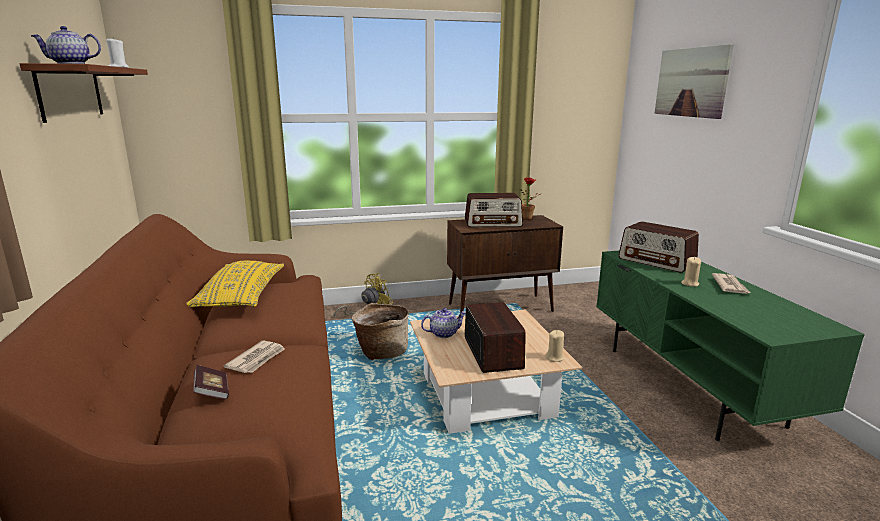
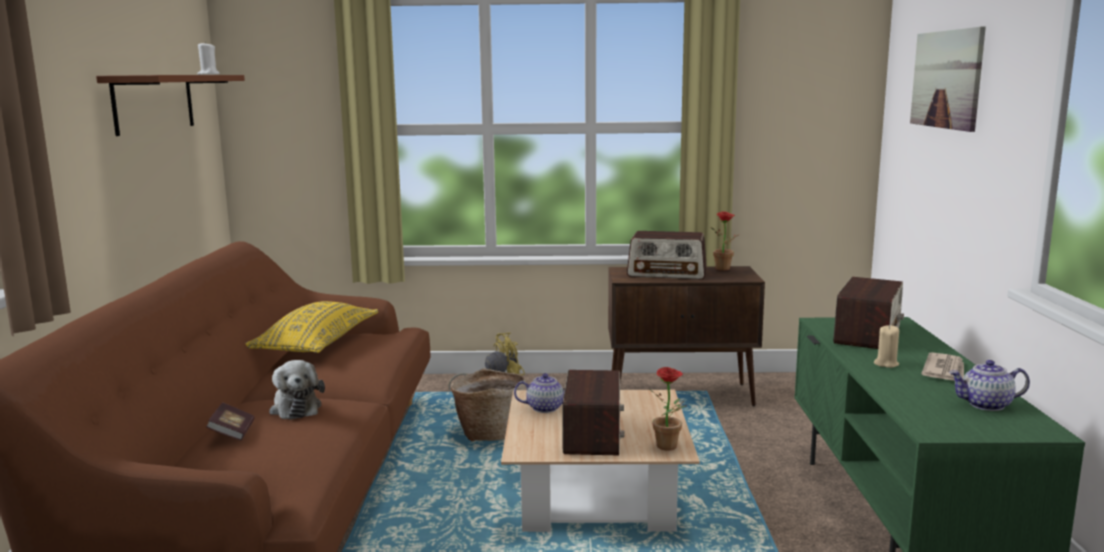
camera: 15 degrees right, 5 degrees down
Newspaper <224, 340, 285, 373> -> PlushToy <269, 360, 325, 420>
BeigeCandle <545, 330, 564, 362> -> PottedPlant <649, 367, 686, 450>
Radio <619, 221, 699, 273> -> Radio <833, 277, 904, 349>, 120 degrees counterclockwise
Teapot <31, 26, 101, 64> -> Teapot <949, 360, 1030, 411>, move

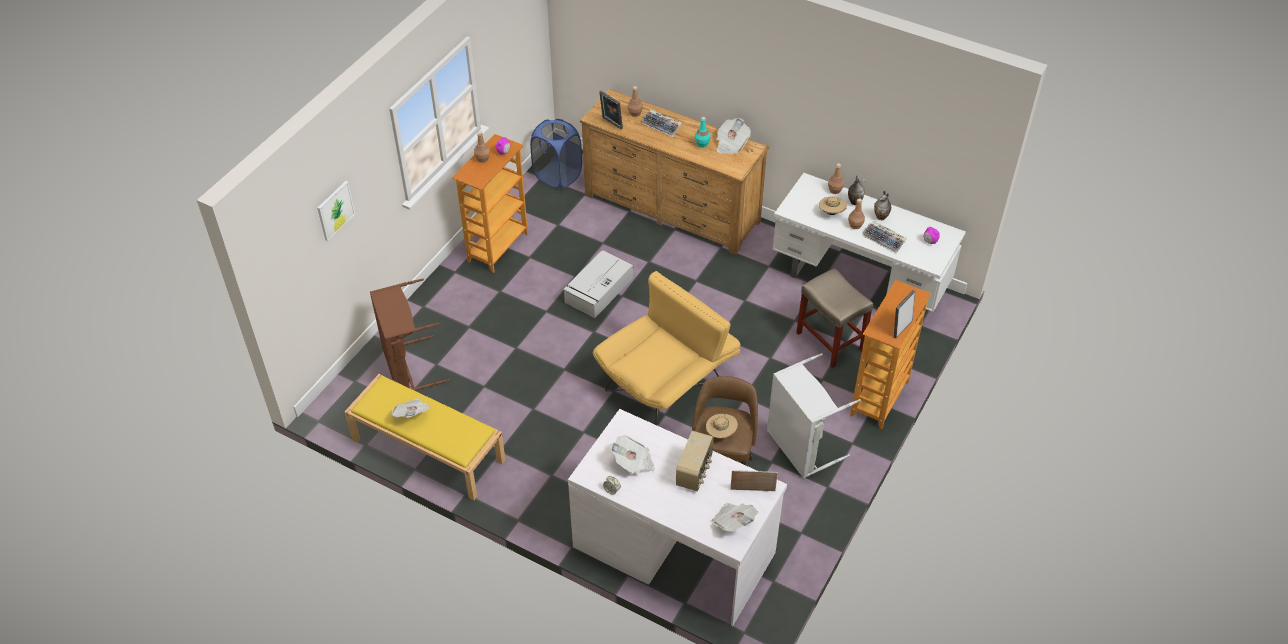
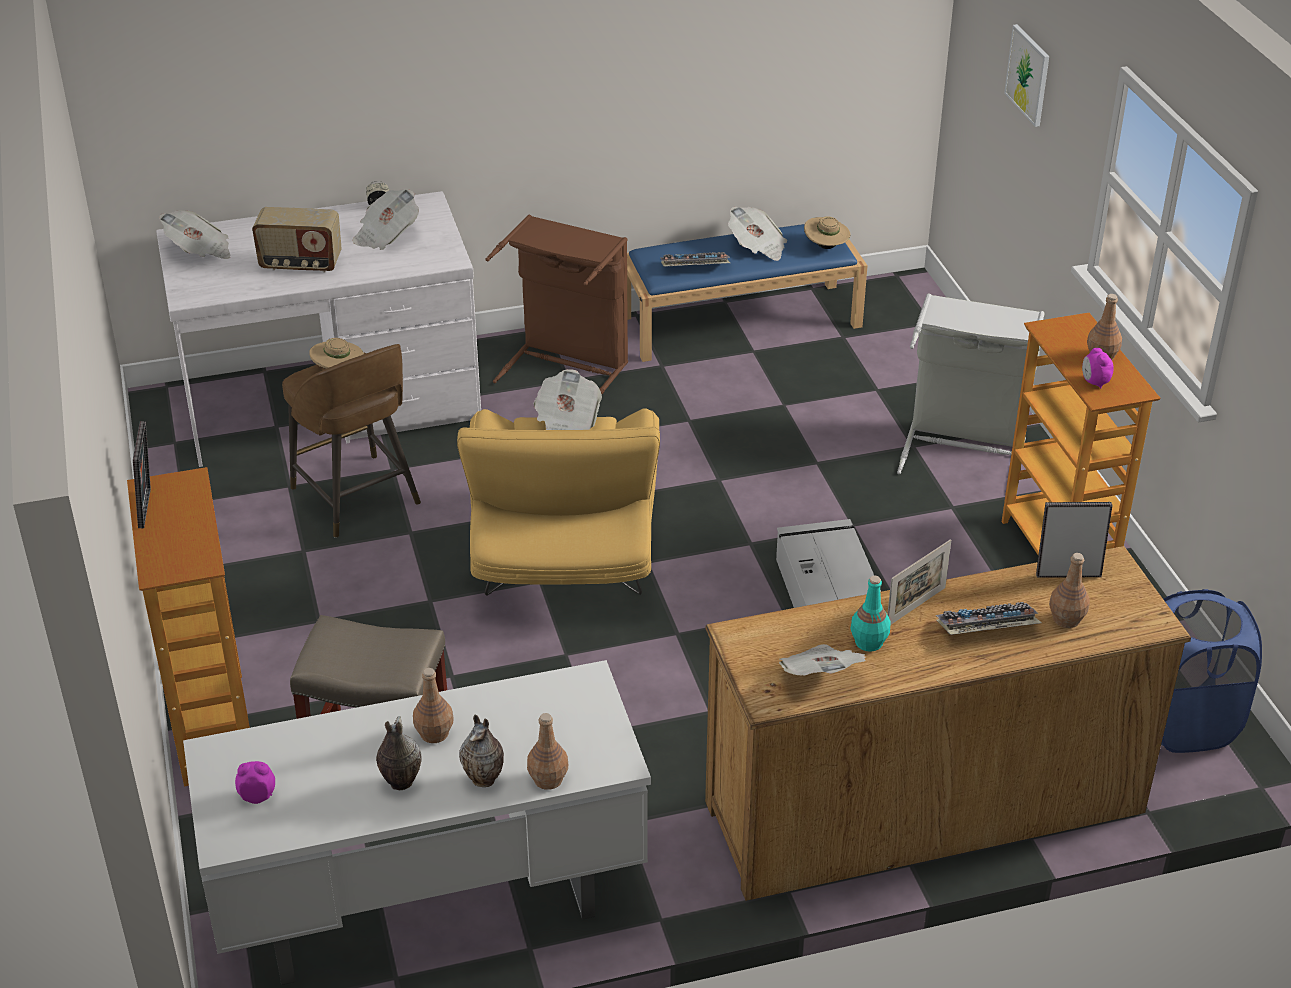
camera: 135 degrees right, 10 degrees down
Radio <676, 431, 714, 491> -> Radio <252, 207, 342, 273>, 60 degrees counterclockwise
BrownLaundryBasket <370, 278, 449, 391> -> BrownLaundryBasket <486, 214, 628, 394>, move
none -> Newspaper <534, 369, 602, 430>
YellowBench <345, 374, 505, 501> -> BlueBench <627, 224, 868, 362>
Keyboard <863, 221, 907, 253> -> Keyboard <660, 252, 730, 267>, move
BeigeHat <819, 196, 847, 215> -> BeigeHat <804, 216, 850, 249>, move
PictureFrame <730, 470, 778, 491> -> PictureFrame <887, 539, 951, 625>, move
GreyLaundryBasket <767, 353, 861, 478> -> GreyLaundryBasket <897, 294, 1045, 474>, move

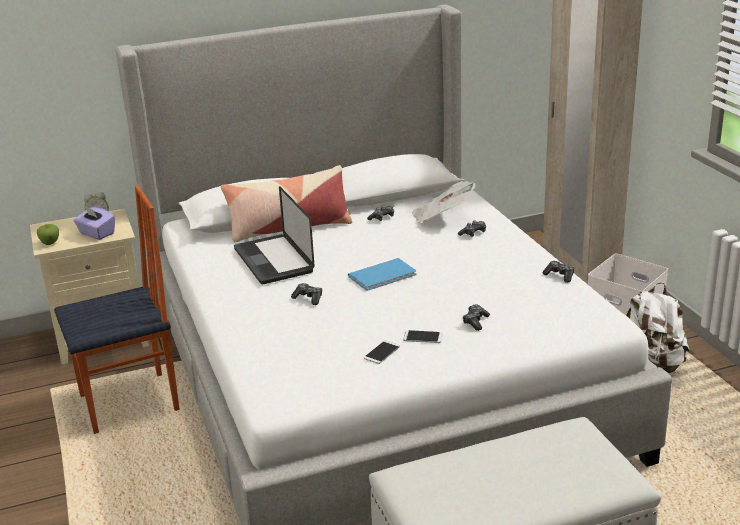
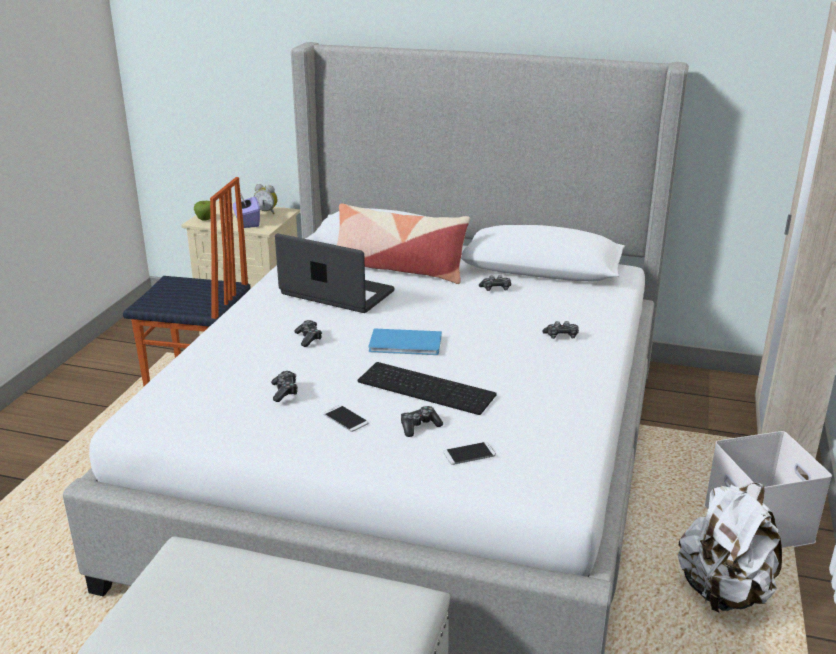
camera: 35 degrees right, 0 degrees up
GameController <542, 261, 574, 283> -> GameController <271, 371, 298, 402>, move
Laptop <234, 186, 315, 284> -> Laptop <275, 233, 394, 313>, 105 degrees clockwise
none -> Keyboard <358, 362, 497, 415>
Phone <364, 341, 400, 364> -> Phone <443, 442, 496, 465>, move
Newspaper <412, 181, 476, 223> -> none

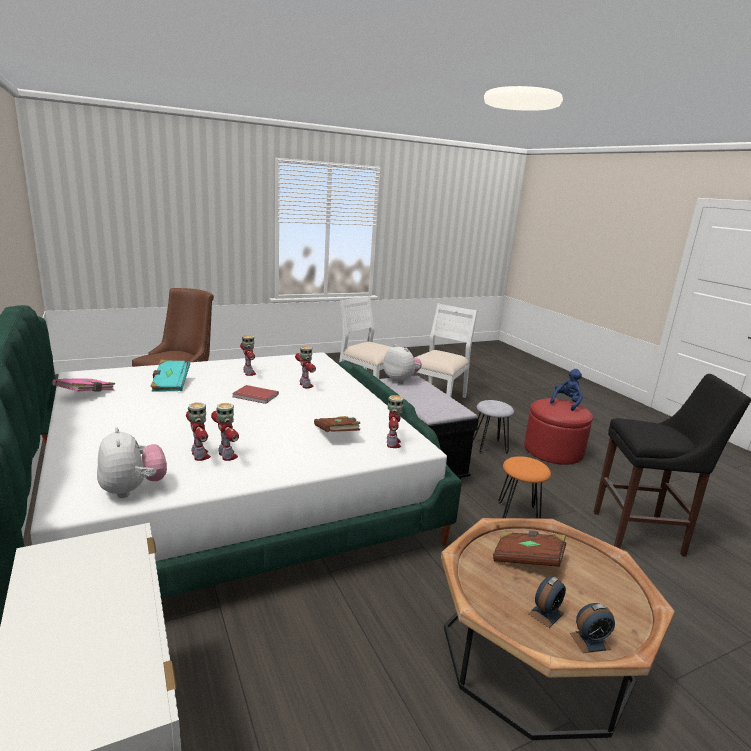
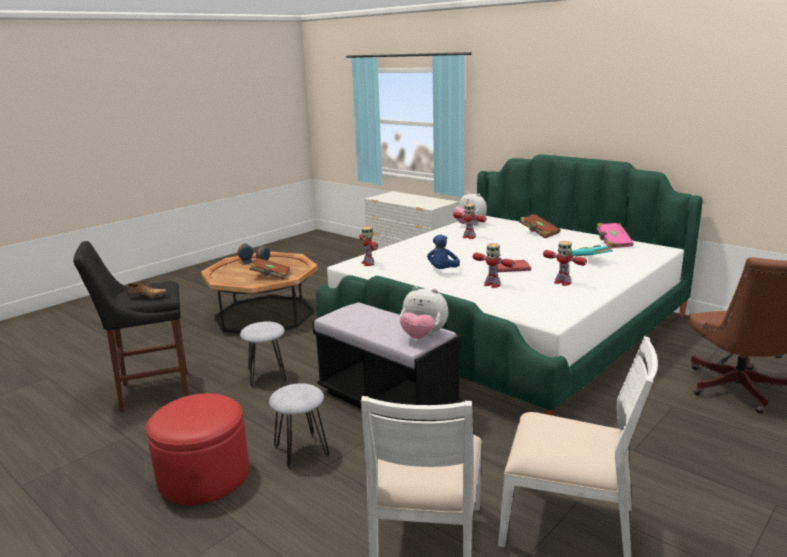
camera: 160 degrees right, 0 degrees up
none -> Shoe <126, 282, 168, 298>
OrangeStool <498, 456, 551, 519> -> GreyStool <240, 321, 287, 388>
BluePlushToy <550, 369, 583, 411> -> BluePlushToy <427, 235, 460, 269>, move
BrownBook <314, 416, 360, 432> -> BrownBook <519, 214, 561, 238>, move
ToyRobot <211, 403, 239, 461> -> none

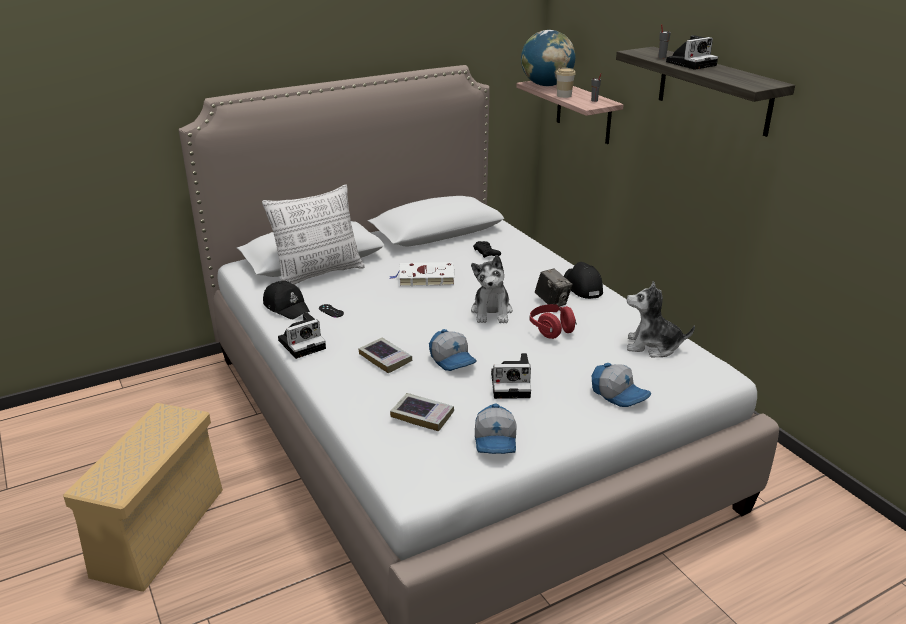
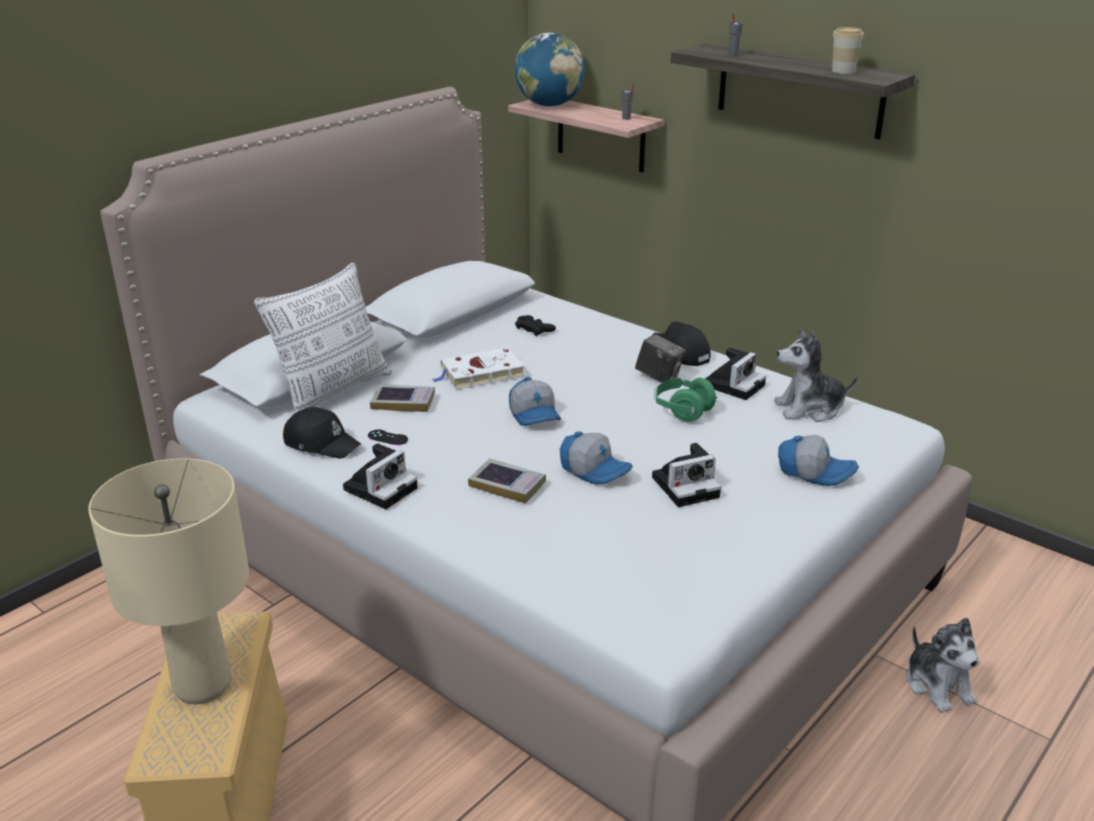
camera: 20 degrees left, 0 degrees up
none -> BeigeTableLamp <88, 458, 249, 704>
Book <390, 393, 454, 431> -> Book <370, 384, 435, 412>, move
Cap <475, 403, 517, 454> -> Cap <509, 377, 561, 426>, move
RedHeadphones <529, 304, 577, 339> -> GreenHeadphones <654, 378, 717, 421>
PhotoCamera <666, 35, 718, 70> -> PhotoCamera <705, 348, 766, 400>, move
Cup <556, 68, 576, 98> -> Cup <832, 27, 864, 74>, move
PlushToy <471, 255, 513, 323> -> PlushToy <906, 617, 979, 713>, move

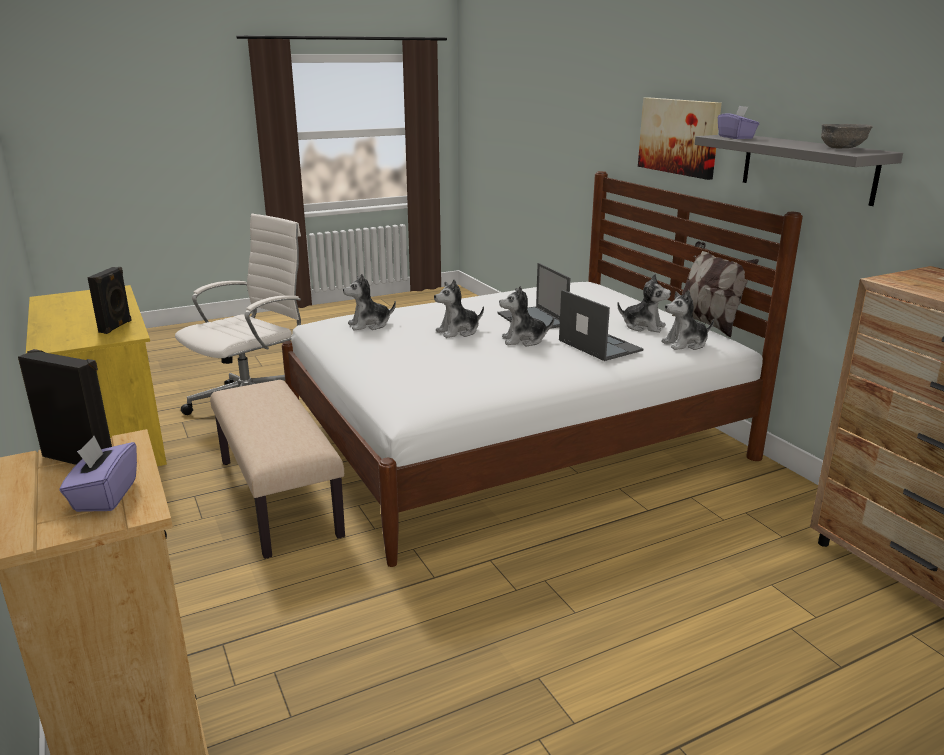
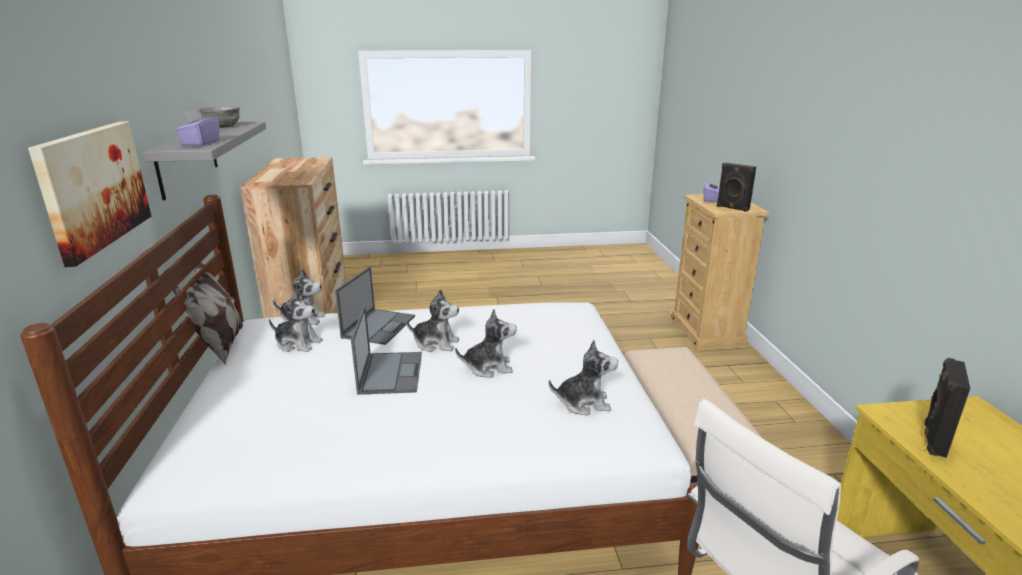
camera: 160 degrees left, 0 degrees up
PlushToy <617, 274, 671, 333> -> PlushToy <269, 290, 323, 352>, 150 degrees clockwise
Laptop <559, 290, 643, 361> -> Laptop <335, 267, 415, 345>, 150 degrees counterclockwise

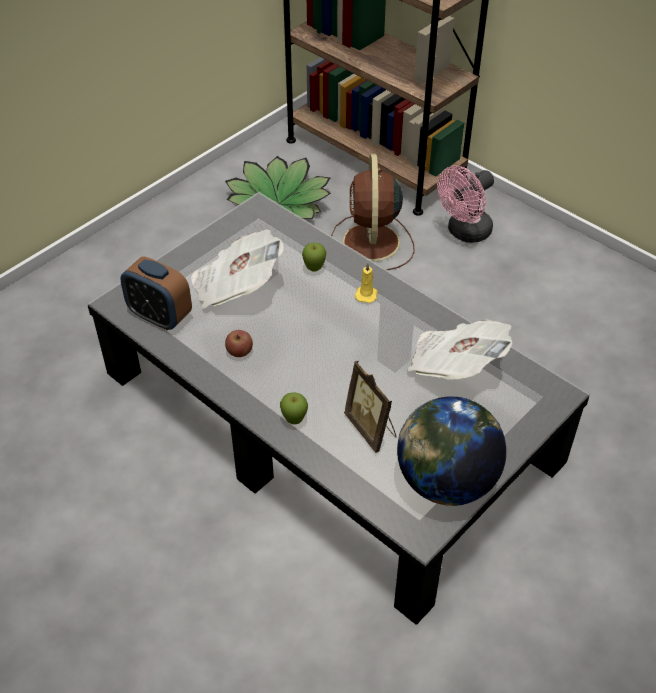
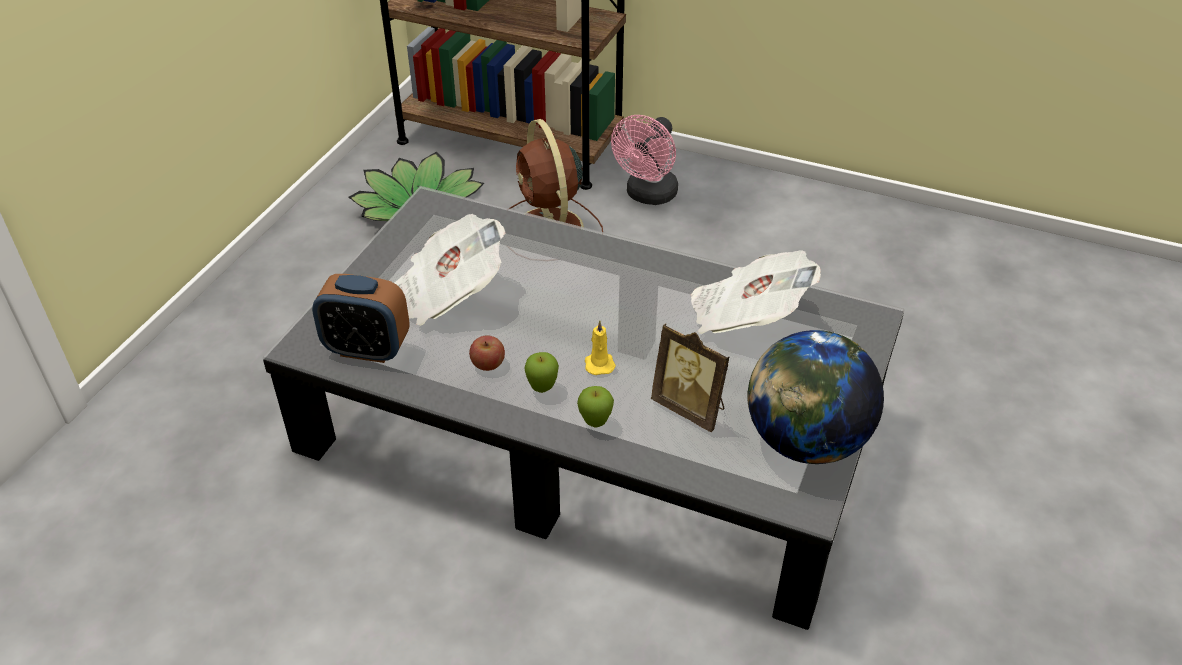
camera: 20 degrees left, 5 degrees down
Apple <302, 243, 326, 272> -> Apple <524, 352, 559, 393>, move
YellowCandle <355, 263, 378, 303> -> YellowCandle <585, 320, 616, 375>, move

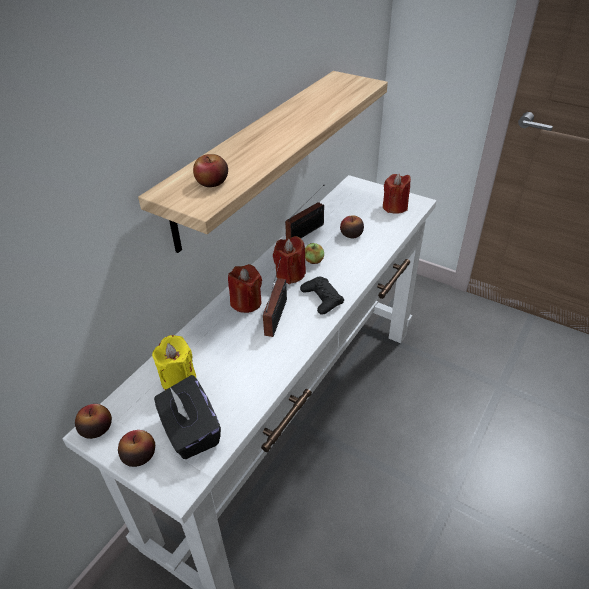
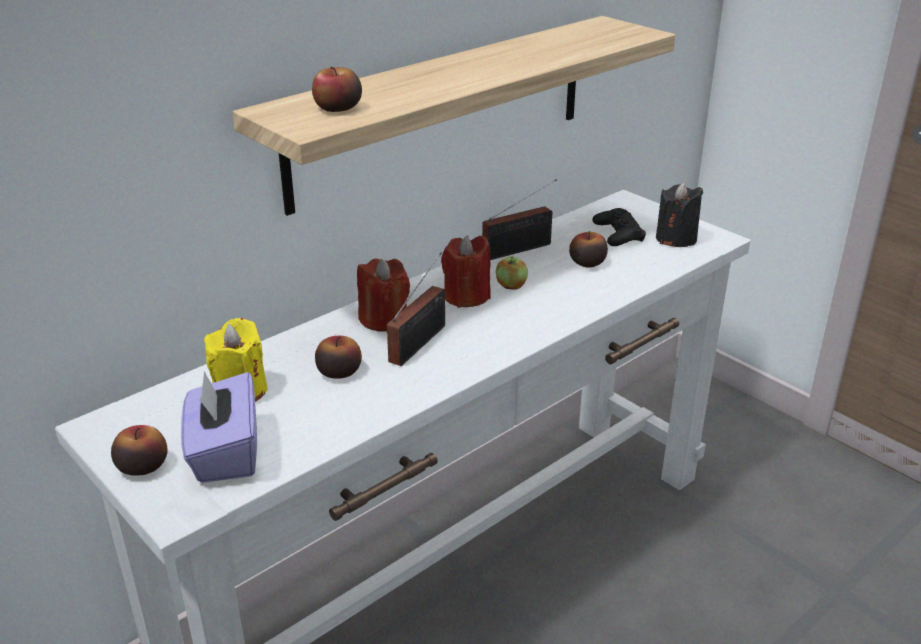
camera: 15 degrees right, 10 degrees down
BlackTissueBox <154, 375, 221, 459> -> PurpleTissueBox <181, 372, 257, 483>
Apple <75, 404, 112, 439> -> Apple <315, 336, 362, 379>, move
BlackGameController <300, 277, 344, 315> -> BlackGameController <592, 208, 646, 246>, move
RedCandle <383, 174, 411, 214> -> BlackCandle <656, 182, 703, 247>

